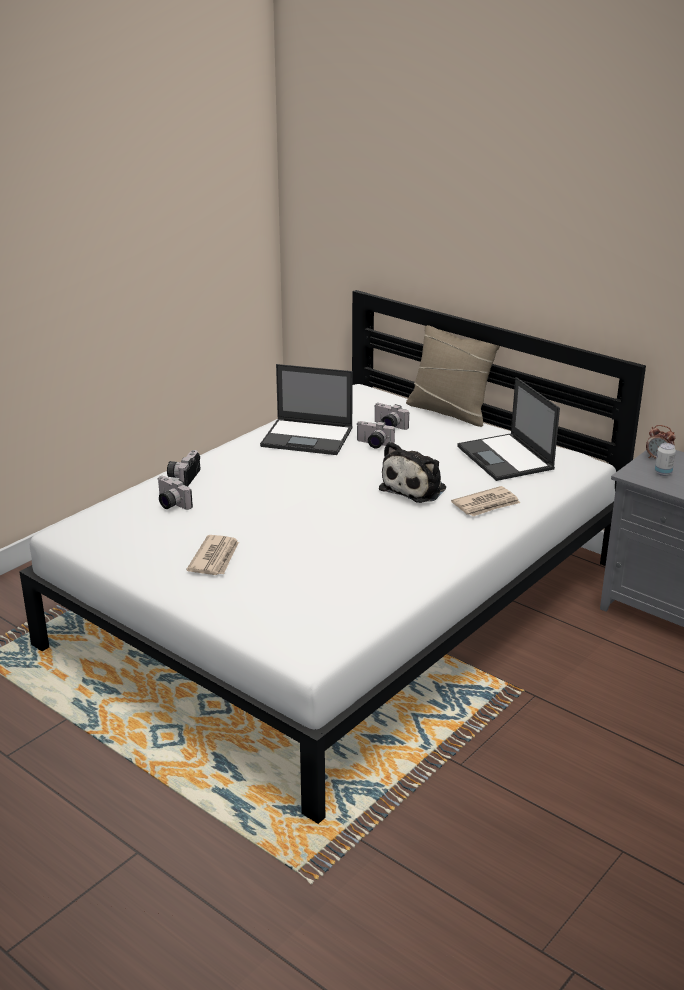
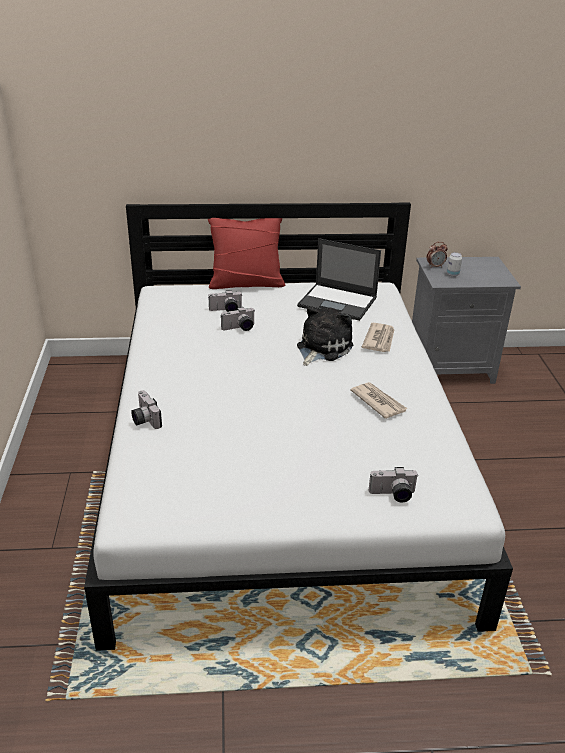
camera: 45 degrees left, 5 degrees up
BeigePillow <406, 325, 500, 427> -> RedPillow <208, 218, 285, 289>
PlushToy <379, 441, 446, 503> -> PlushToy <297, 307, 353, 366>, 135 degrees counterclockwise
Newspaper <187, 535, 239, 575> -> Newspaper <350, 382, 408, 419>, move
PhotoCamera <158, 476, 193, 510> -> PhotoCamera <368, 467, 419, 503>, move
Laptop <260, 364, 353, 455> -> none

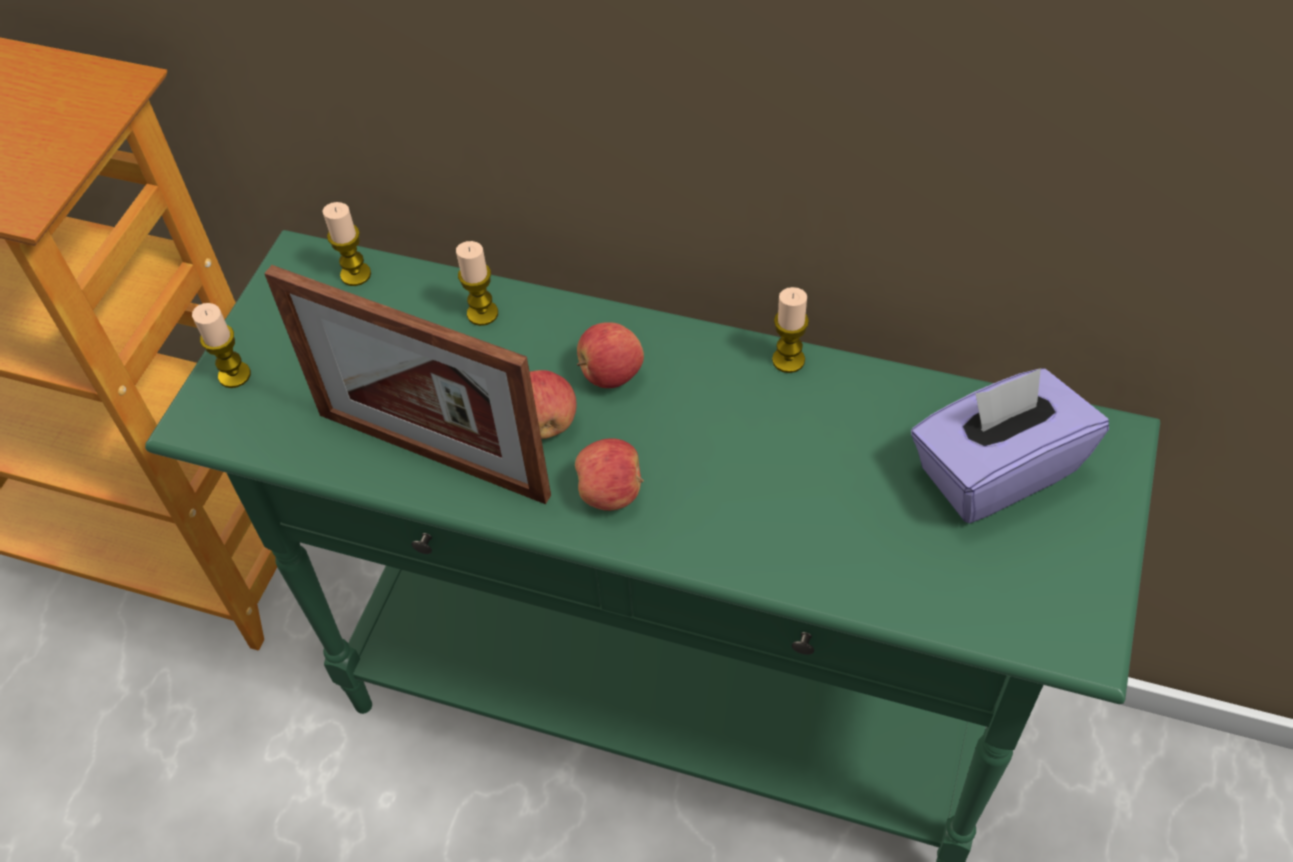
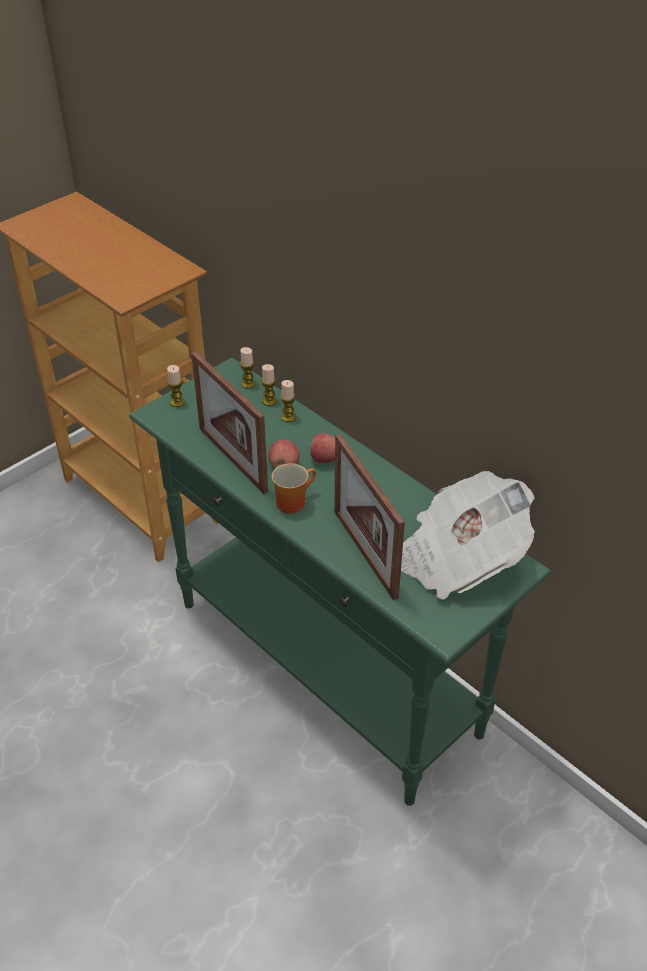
camera: 25 degrees right, 10 degrees down
Candle <772, 287, 809, 373> -> Candle <261, 364, 277, 406>, move
Apple <575, 438, 644, 511> -> Mug <271, 463, 316, 514>
none -> PictureFrame <334, 434, 405, 601>
PurpleTissueBox <911, 368, 1109, 523> -> Newspaper <401, 471, 535, 600>

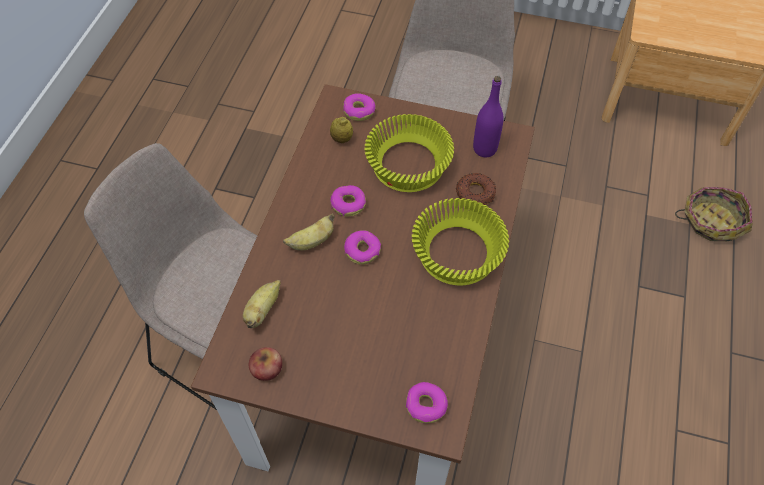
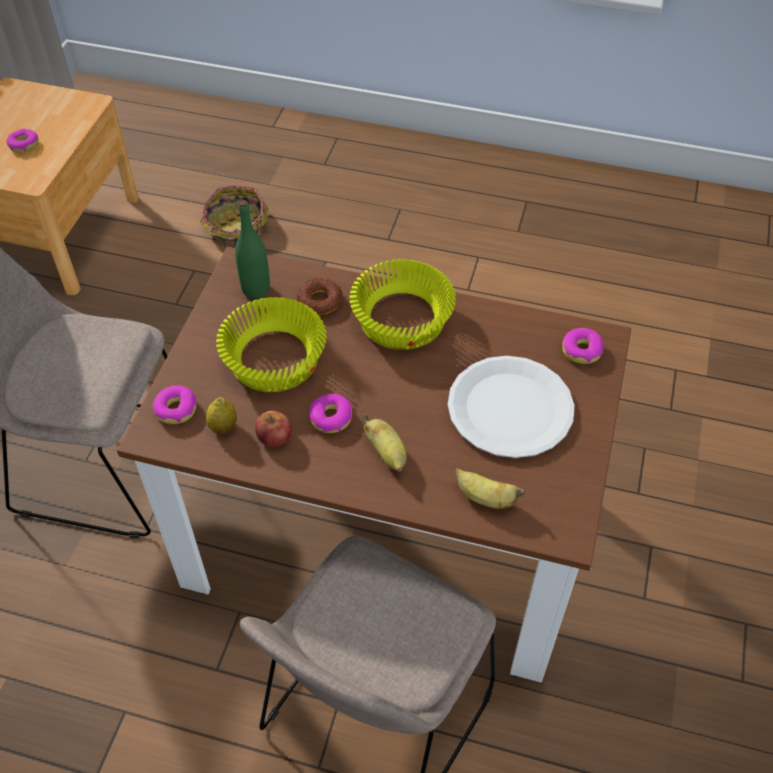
camera: 90 degrees left, 5 degrees down
Donut <344, 230, 381, 265> -> Donut <7, 129, 39, 153>, move
PurpleBottle <473, 76, 504, 157> -> GreenBottle <235, 200, 270, 299>
Apple <249, 347, 282, 381> -> Apple <255, 411, 292, 447>, move
none -> WhitePlate <448, 356, 574, 458>

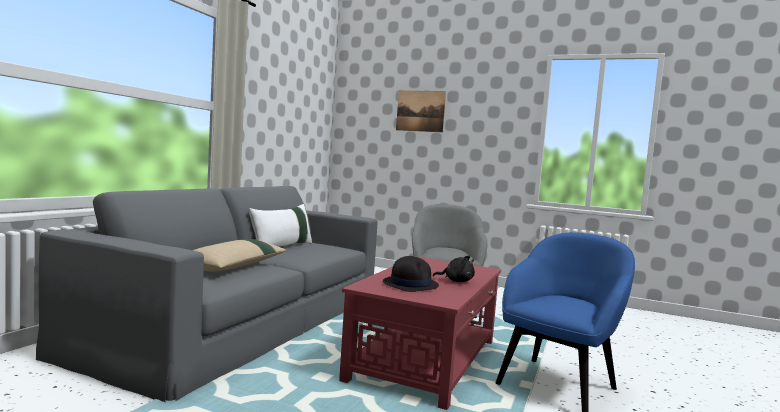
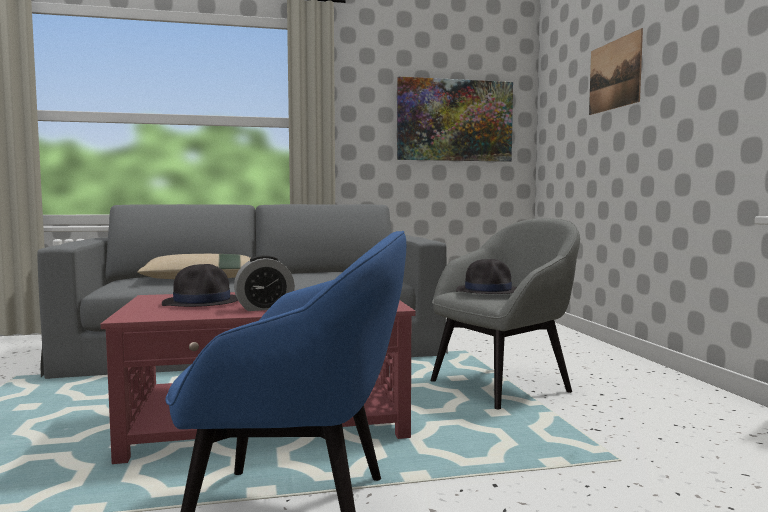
camera: 55 degrees right, 0 degrees up
BlackPlushToy <433, 256, 475, 282> -> AlarmClock <234, 255, 295, 311>
none -> Picture <397, 76, 513, 162>
none -> BlackHat <456, 259, 517, 294>
WhitePillow <249, 204, 312, 247> -> none

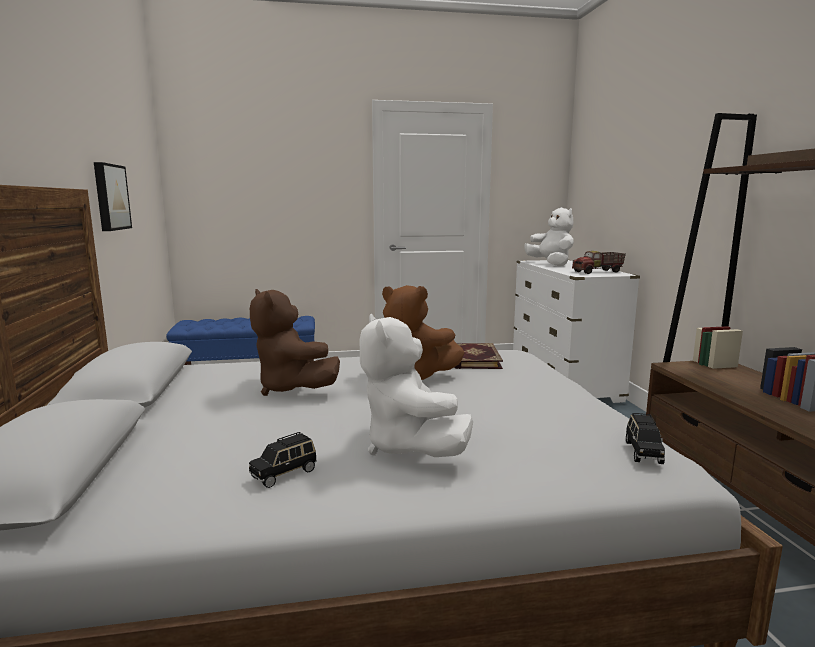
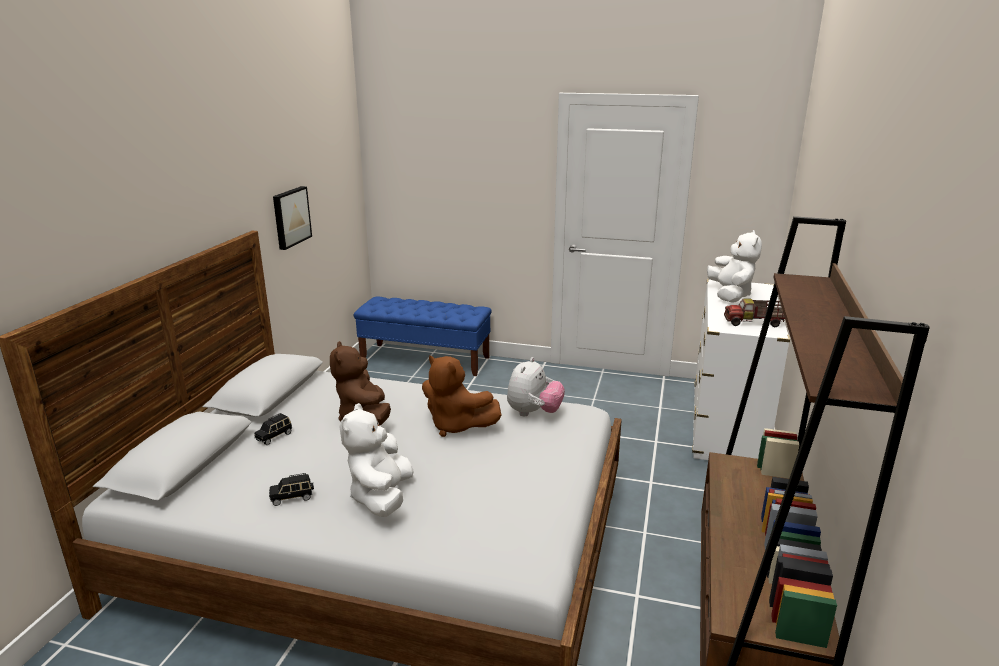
camera: 25 degrees right, 10 degrees up
BlackToyCar <626, 413, 665, 464> -> BlackToyCar <254, 413, 292, 445>, move
Book <454, 343, 503, 369> -> PlushToy <507, 357, 565, 416>

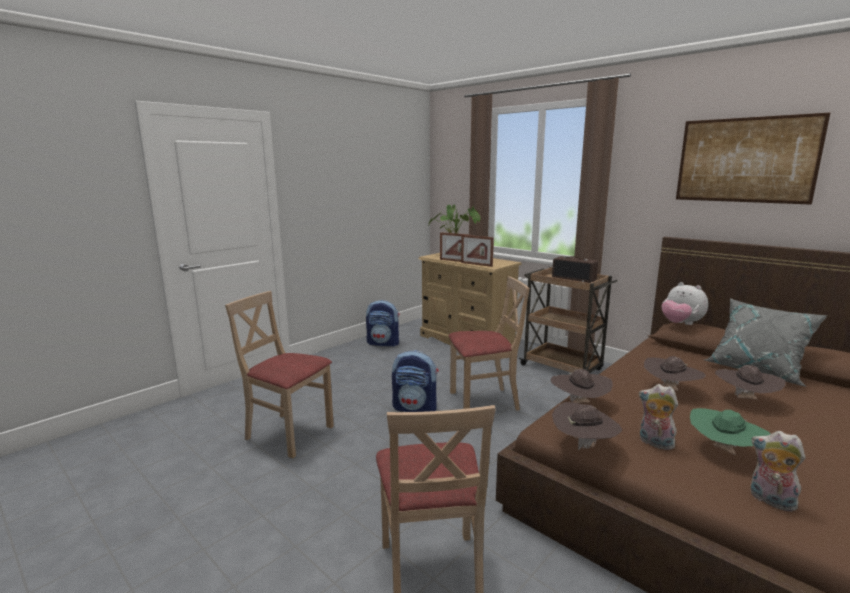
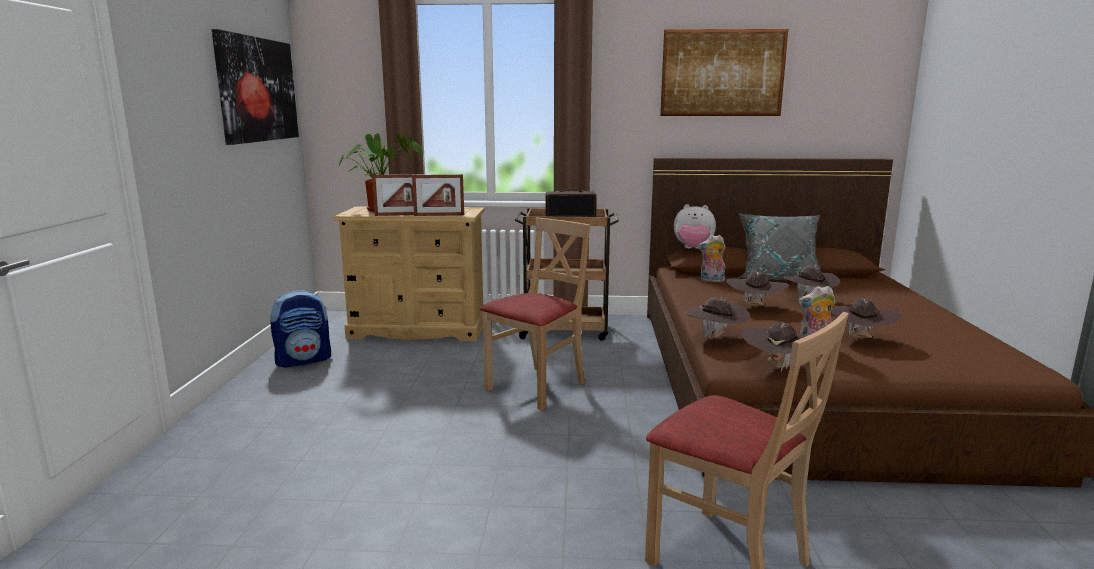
camera: 40 degrees left, 0 degrees up
none -> Picture <212, 29, 299, 145>
PlushToy <751, 431, 806, 511> -> PlushToy <698, 235, 726, 282>, move
GreenHat <690, 408, 771, 455> -> BrownHat <831, 298, 903, 338>
BeigeChair <225, 291, 334, 458> -> none
Backpack <392, 350, 438, 412> -> none

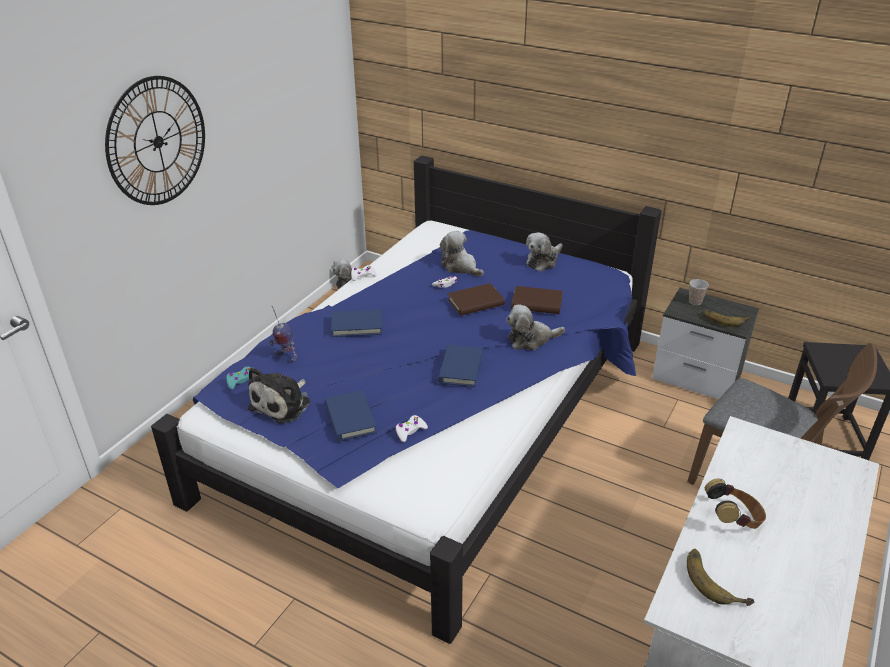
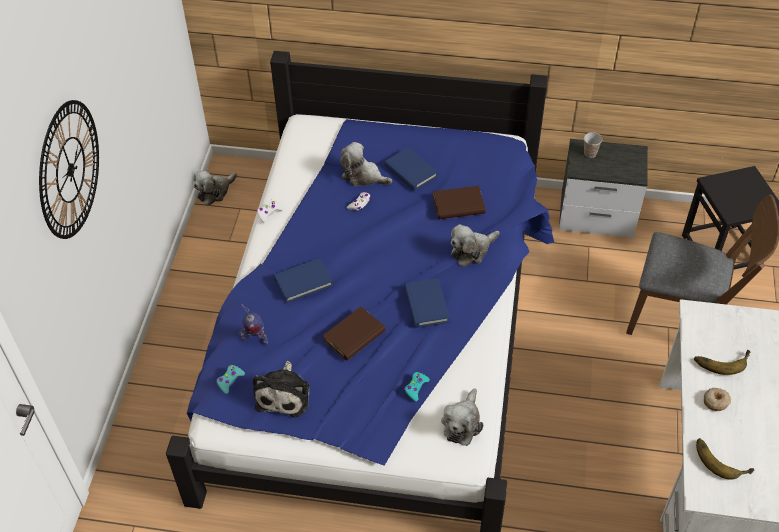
camera: 20 degrees left, 15 degrees up
BrownBook <447, 283, 505, 316> -> BrownBook <323, 307, 386, 361>, move
BlueBook <325, 390, 377, 441> -> BlueBook <384, 147, 438, 191>, move
WhiteGameController <395, 415, 428, 442> -> TurquoiseGameController <404, 372, 430, 402>
PlushToy <526, 232, 562, 272> -> PlushToy <441, 388, 483, 446>, move
Banana <701, 310, 751, 327> -> Banana <694, 349, 750, 375>, move
Headphones <705, 478, 766, 529> -> Donut <704, 388, 731, 411>

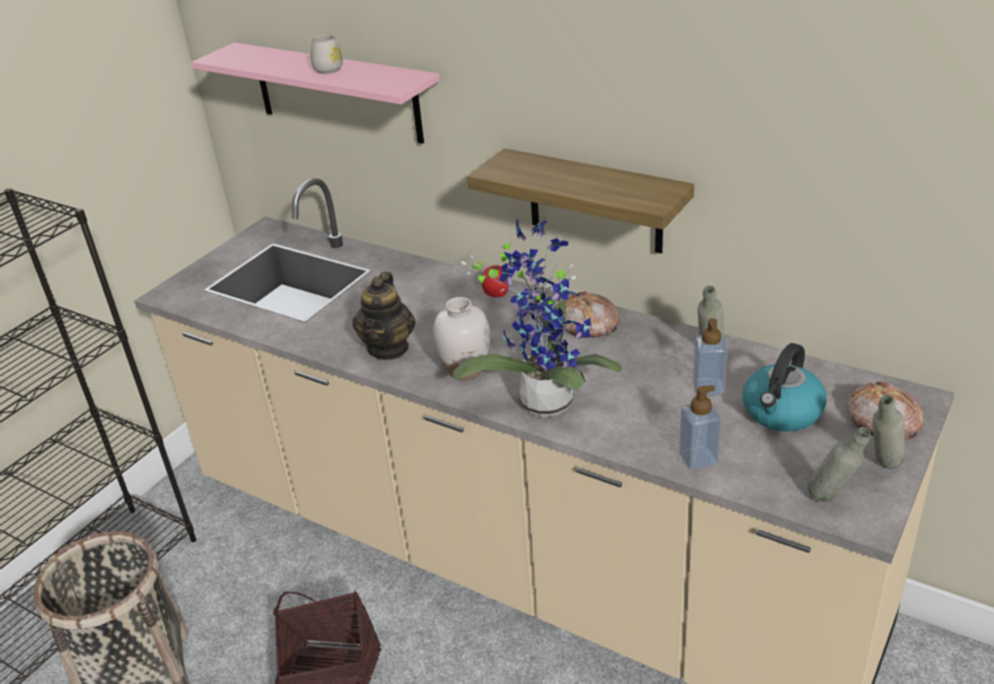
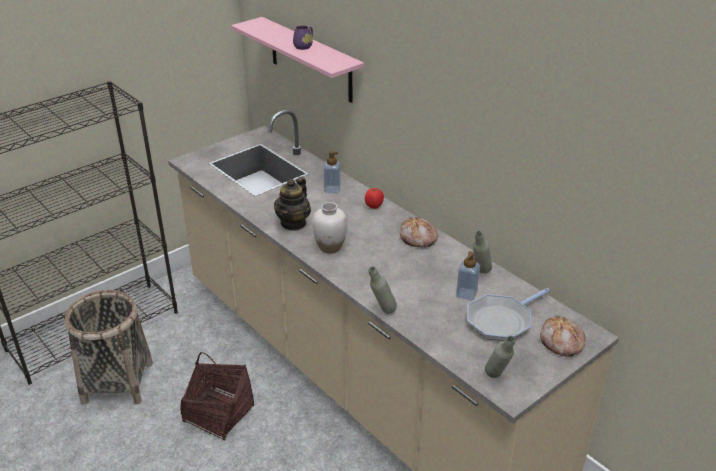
camera: 15 degrees right, 0 degrees up
WhiteMug <311, 35, 343, 74> -> PurpleMug <293, 25, 313, 50>
SoapDispenser <679, 385, 721, 470> -> SoapDispenser <324, 151, 340, 194>, move
GreyBottle <872, 395, 905, 469> -> GreyBottle <369, 266, 397, 314>, move
Kettle <743, 343, 827, 432> -> FryingPan <467, 288, 550, 341>
PottedPlant <453, 219, 622, 418> -> none
Shelf <467, 148, 694, 254> -> none

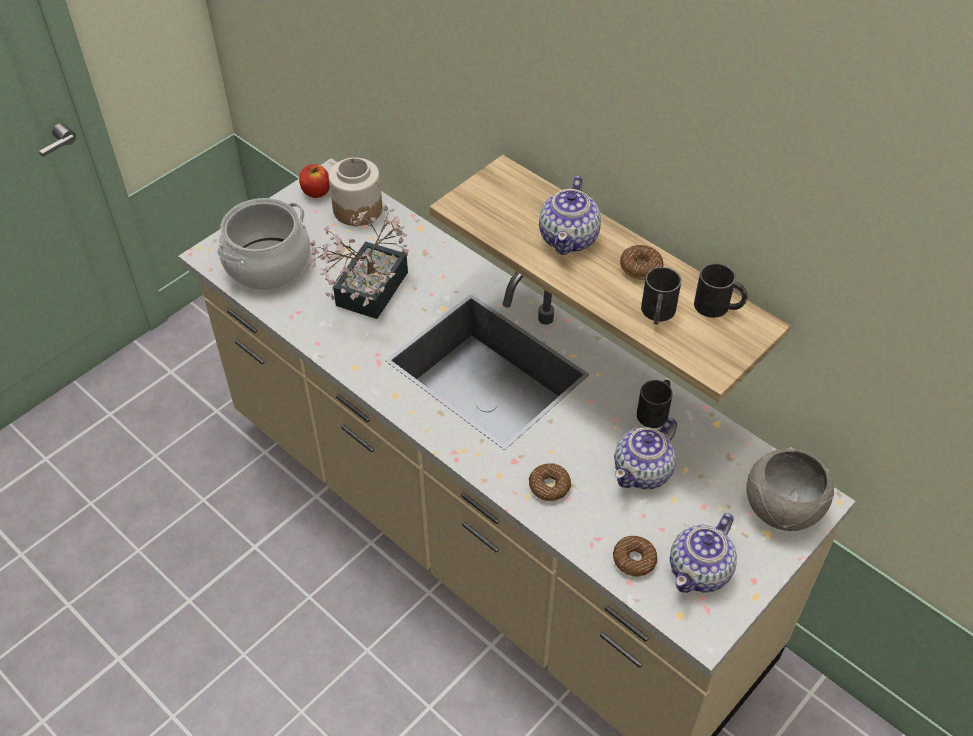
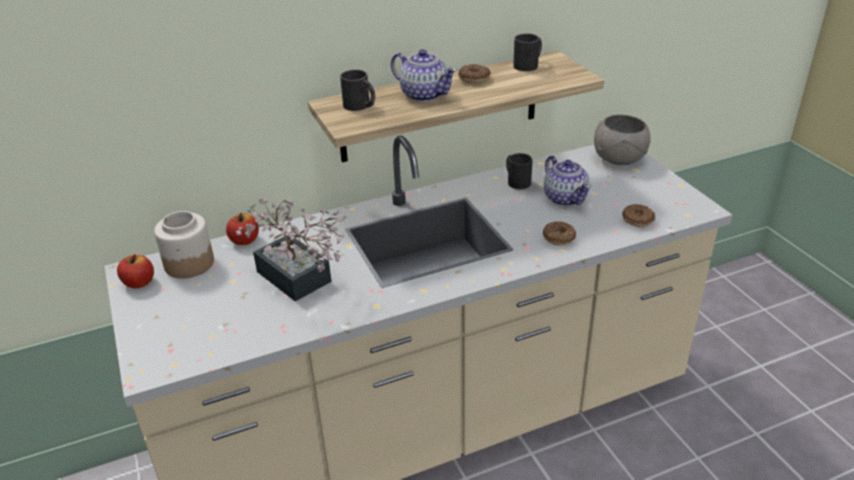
camera: 65 degrees left, 15 degrees down
none -> Apple <226, 213, 259, 245>
BlackMug <641, 267, 681, 324> -> BlackMug <340, 70, 375, 111>, move
CookingPot <217, 198, 311, 290> -> none
Teapot <670, 513, 737, 593> -> none

